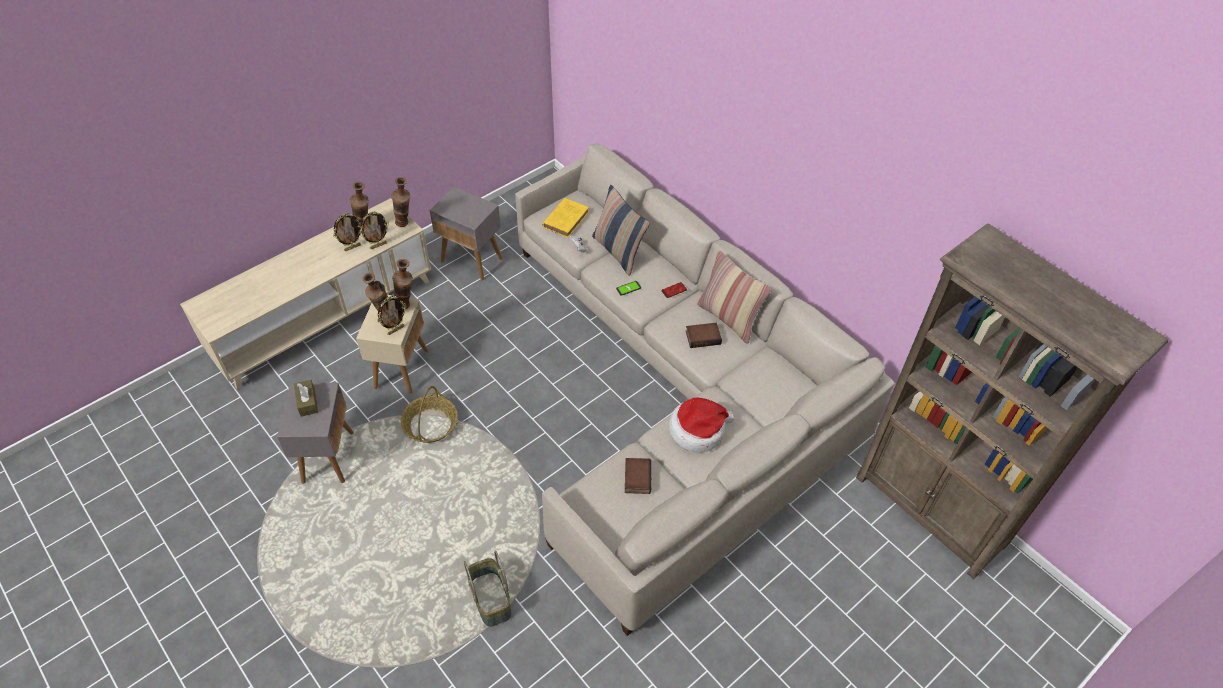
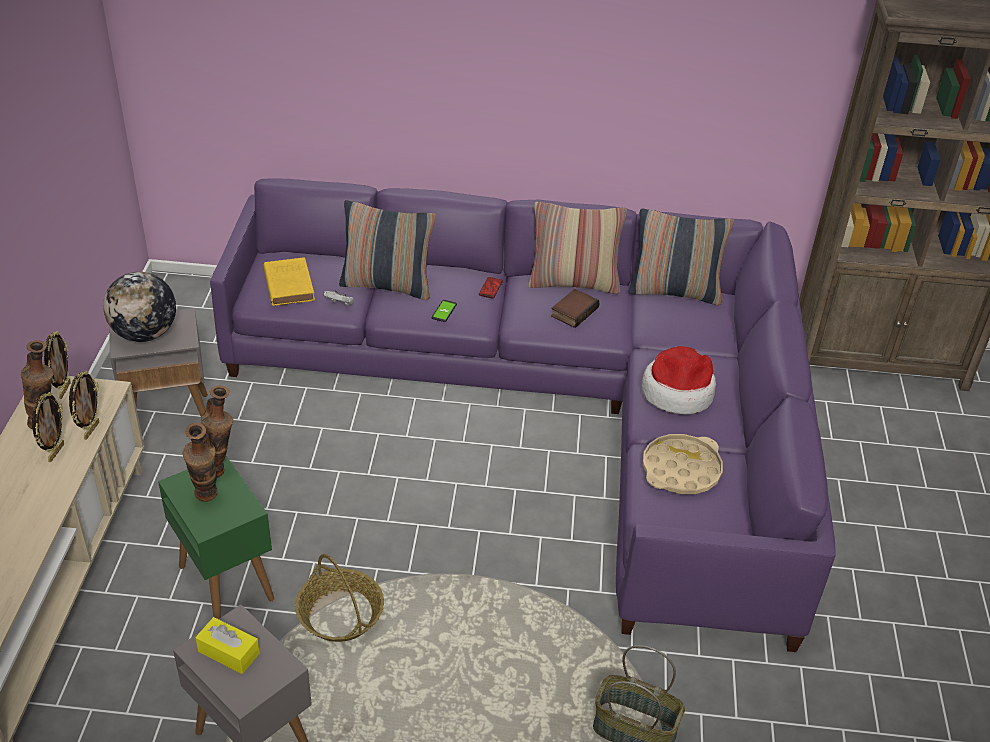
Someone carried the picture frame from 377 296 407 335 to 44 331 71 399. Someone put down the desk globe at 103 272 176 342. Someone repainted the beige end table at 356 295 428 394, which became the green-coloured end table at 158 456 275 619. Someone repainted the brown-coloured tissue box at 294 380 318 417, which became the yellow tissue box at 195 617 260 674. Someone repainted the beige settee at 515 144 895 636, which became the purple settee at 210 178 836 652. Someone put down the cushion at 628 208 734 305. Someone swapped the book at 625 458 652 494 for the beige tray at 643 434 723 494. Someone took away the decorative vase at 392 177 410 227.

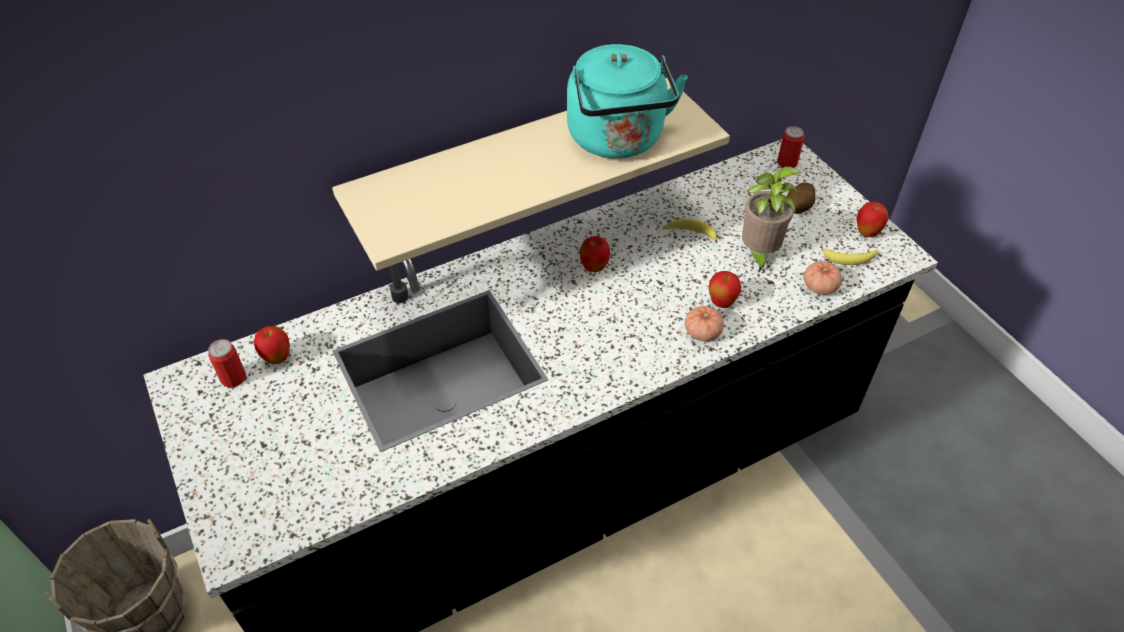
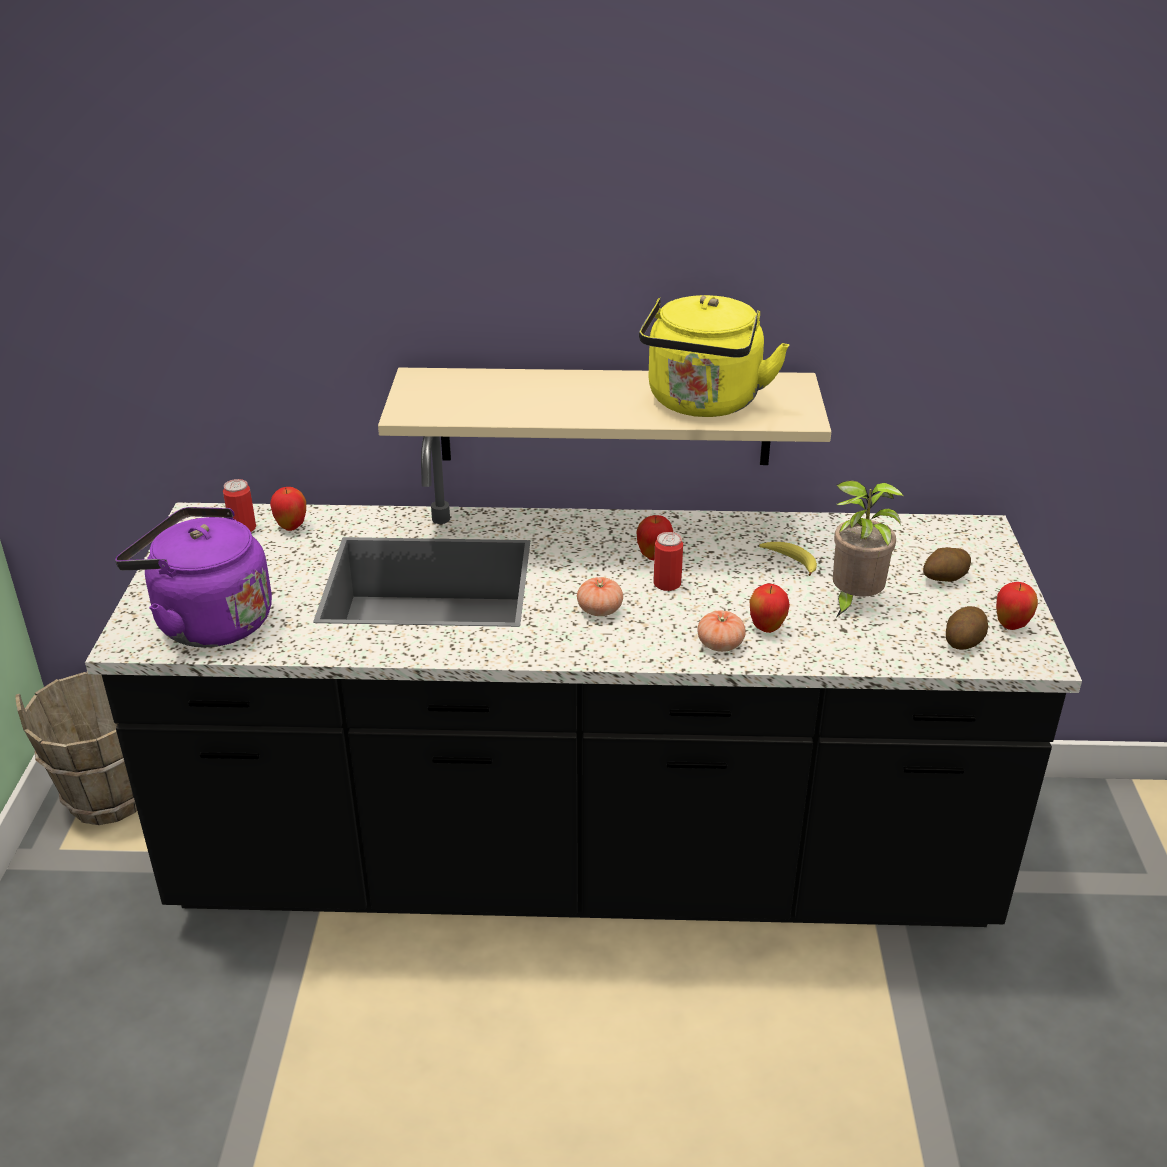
Someone put down the purple water kettle at 115 507 272 647. Someone carried the tomato from 804 261 842 295 to 577 577 623 616. Someone repainted the turquoise water kettle at 567 44 688 158, which became the yellow water kettle at 639 295 790 417. Someone carried the metal can from 777 126 804 168 to 653 532 683 591. Someone swapped the whole banana at 820 246 878 265 for the whole potato at 946 606 988 650.

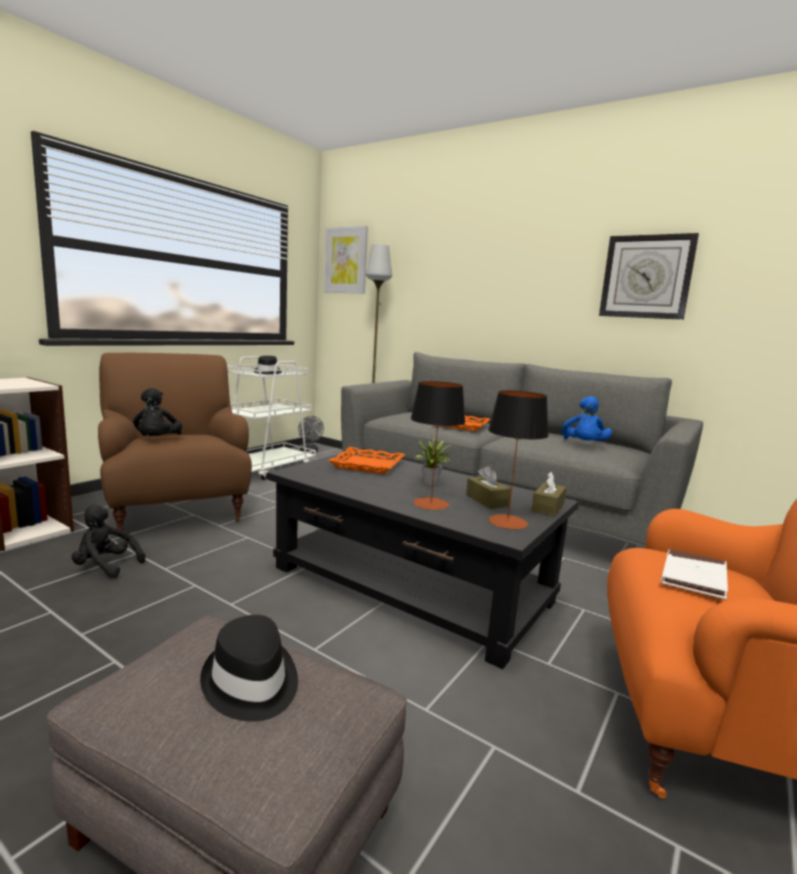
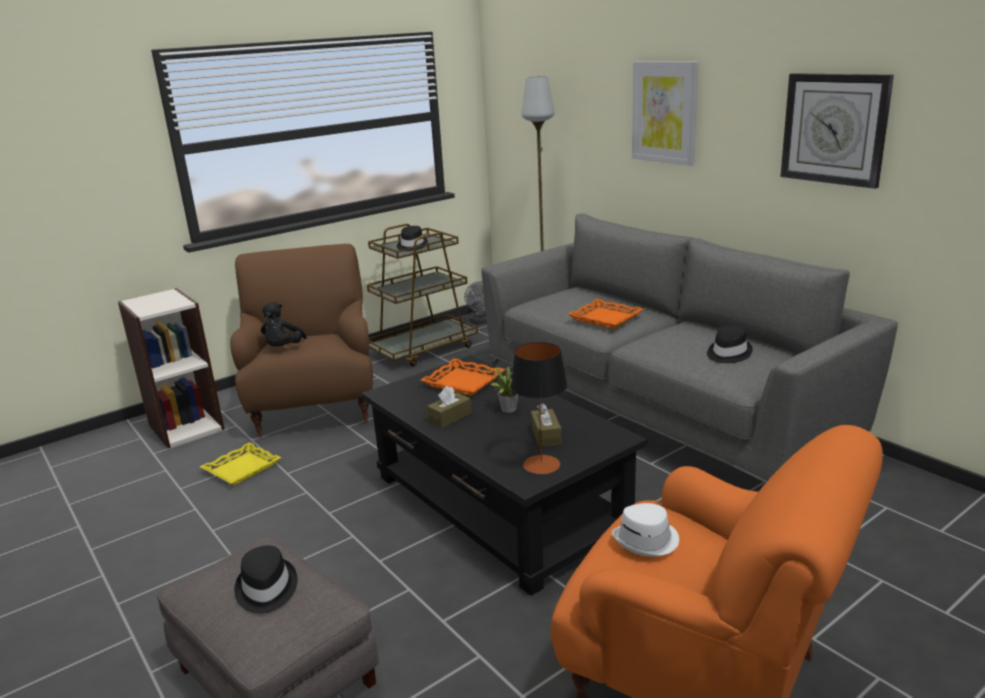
Someone swapped the black-coloured plush toy at 72 505 145 578 for the yellow tray at 200 442 282 485. Someone repainted the white trolley at 227 356 316 480, which became the brown-coloured trolley at 367 224 478 367. Someone carried the brown-coloured tissue box from 531 472 566 516 to 427 386 472 428. Someone swapped the white book at 661 549 728 599 for the white hat at 612 503 679 557. Someone carried the wall picture from 324 226 368 294 to 632 61 698 166. Someone swapped the blue plush toy at 562 396 612 441 for the black-coloured hat at 707 325 753 363. Someone took away the lamp for a table at 411 381 465 510.

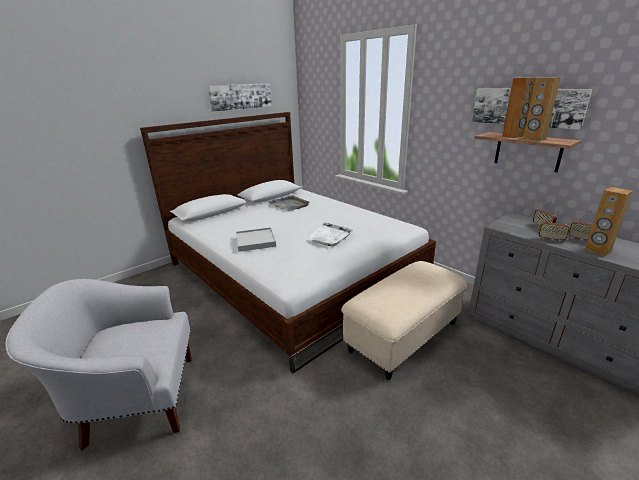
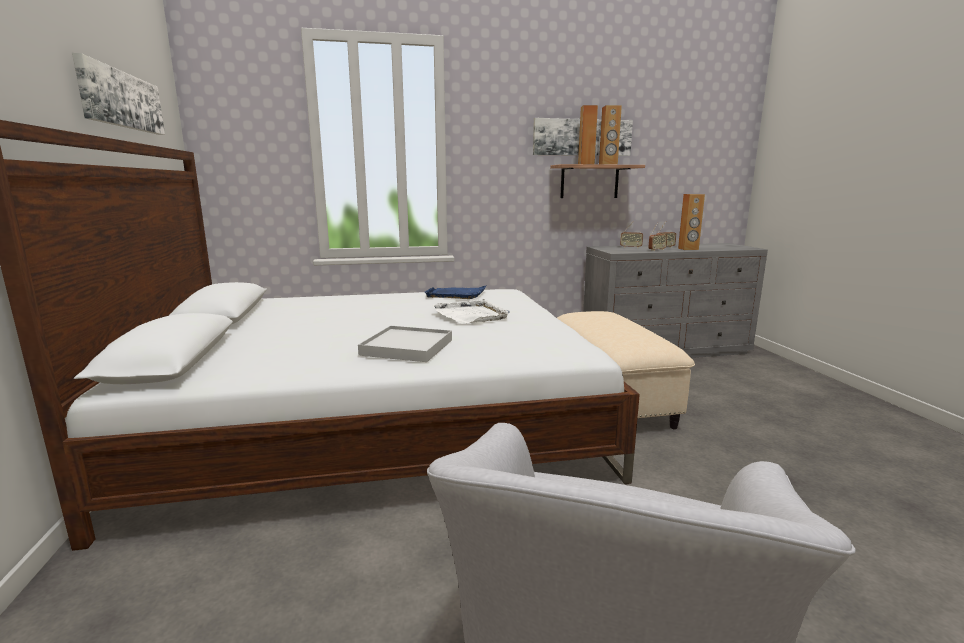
Someone put down the blue tray at 424 285 487 299. Someone took away the greyish tray at 268 195 310 211.

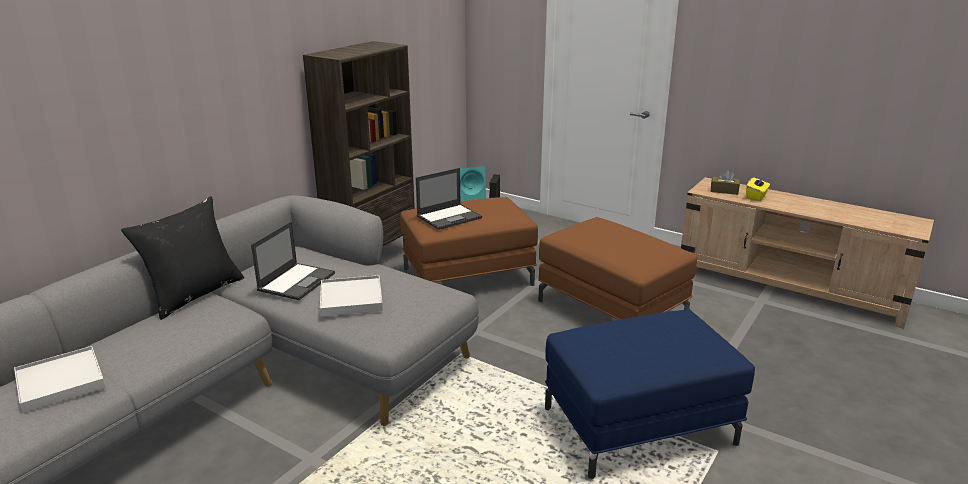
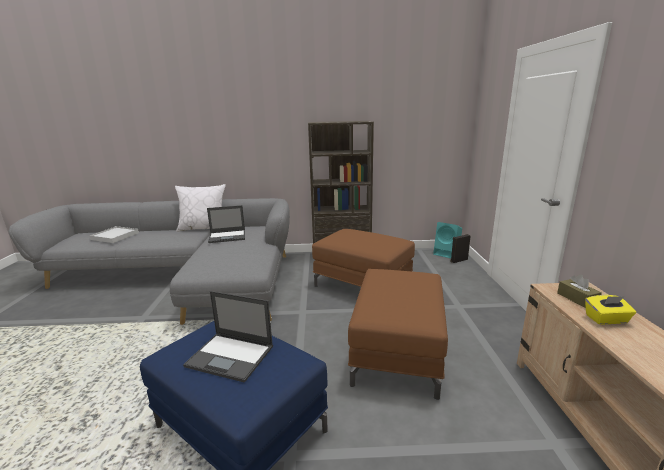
Someone repainted the black-coloured cushion at 121 196 244 320, which became the white cushion at 175 184 226 232. Someone carried the laptop from 416 168 482 230 to 183 291 273 383. Someone took away the white tray at 320 275 383 317.

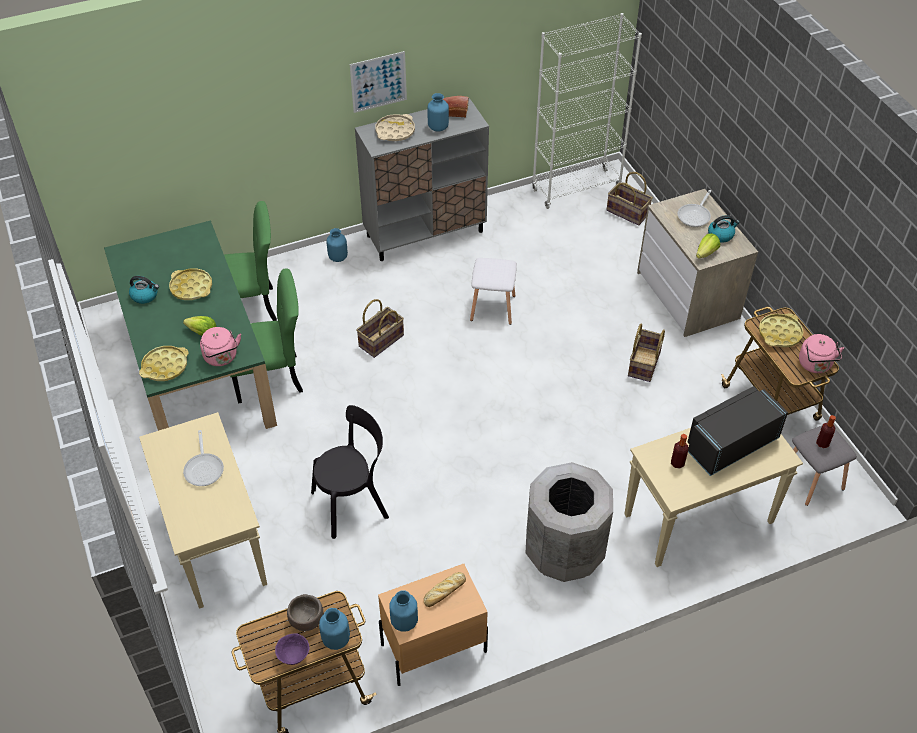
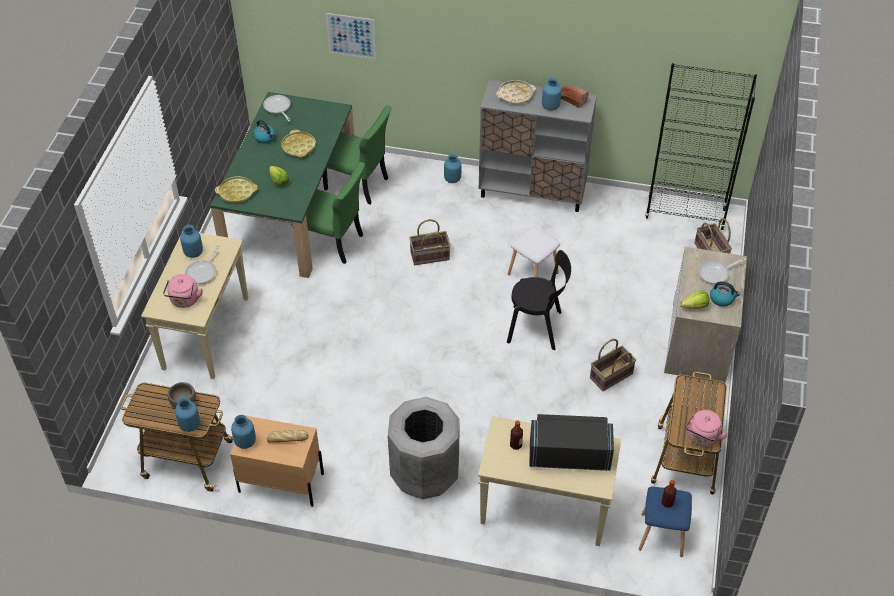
Someone carried the pink water kettle from 200 327 241 366 to 163 274 203 308. Someone put down the blue decorative vase at 180 225 203 258. Someone put down the pan at 263 95 291 121. Someone carried the wall picture from 350 51 407 113 to 326 13 376 59. Someone carried the black-coloured plain chair from 311 405 389 539 to 507 250 571 350. Someone repainted the greyish sitting stool at 792 426 857 506, which became the blue sitting stool at 639 487 692 557. Someone repainted the white bookshelf at 532 13 642 209, which became the black-coloured bookshelf at 645 63 757 230. Someone took away the purple serving bowl at 275 633 310 665. Someone took away the yellow tray at 759 313 803 348.

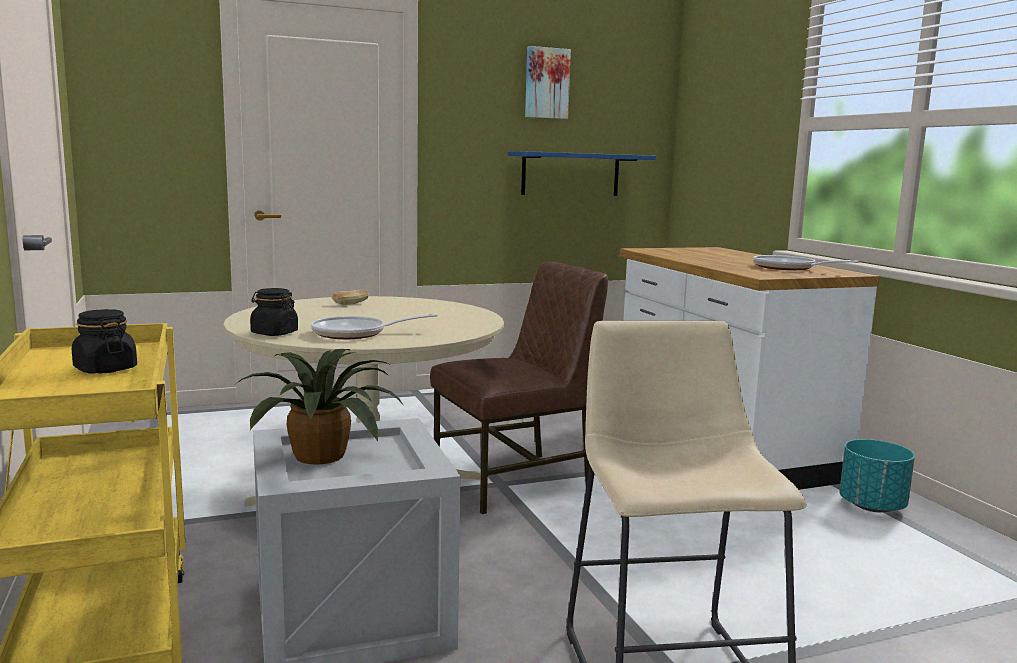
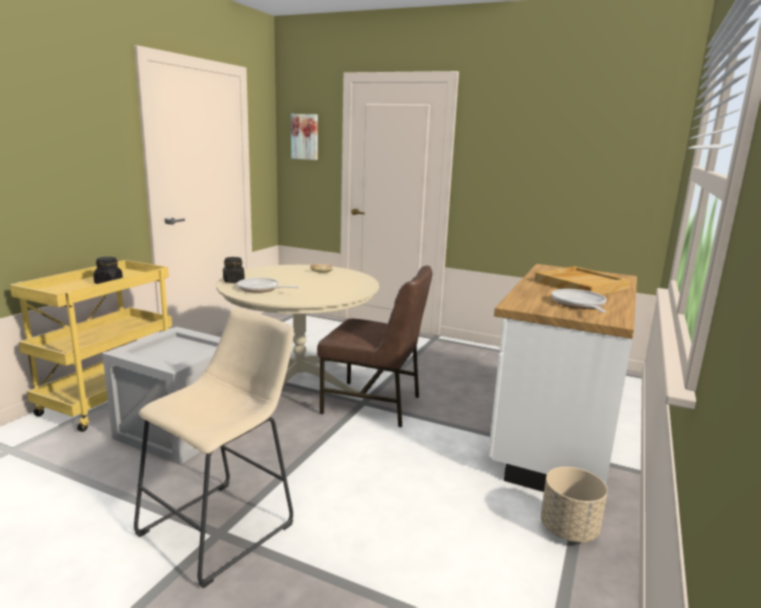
Someone carried the wall picture from 525 46 571 119 to 291 114 318 160. Someone put down the beige tray at 535 266 631 295. Someone repainted the turquoise plant pot at 839 439 915 512, which became the beige plant pot at 541 467 608 542. Someone took away the plant in a pot at 234 349 405 464. Someone took away the blue wall shelf at 508 151 656 196.

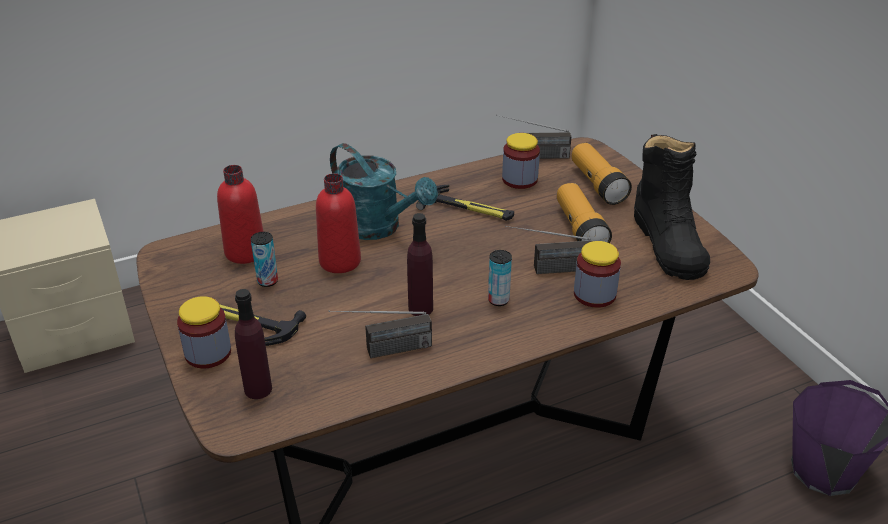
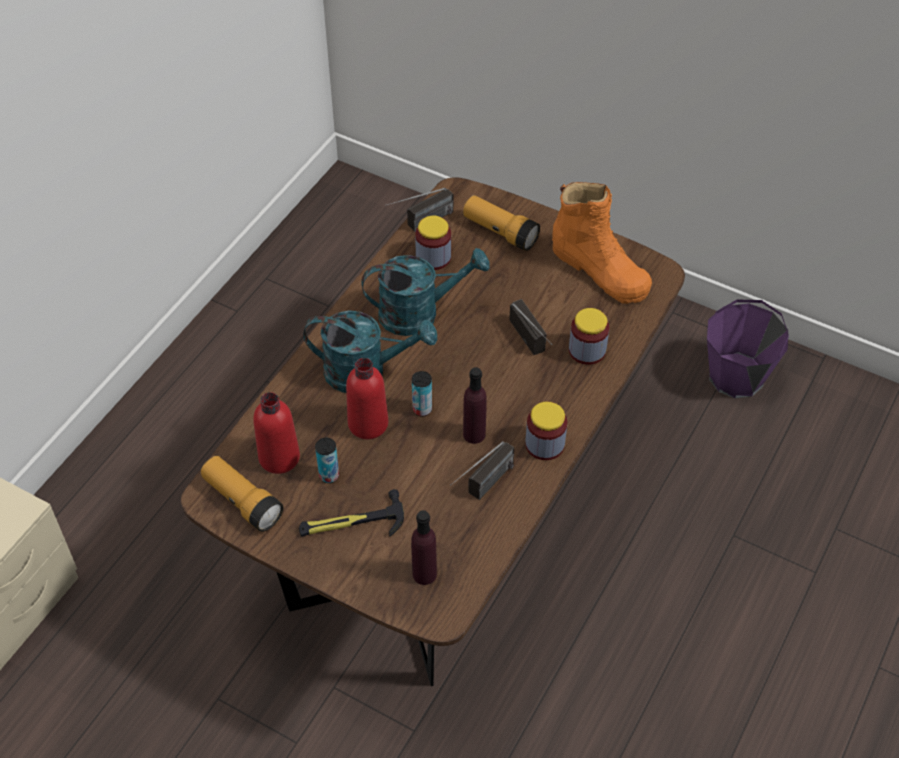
Someone carried the torch from 557 183 612 243 to 201 456 284 532. Someone swapped the hammer at 416 185 514 221 for the turquoise watering can at 361 248 489 336. Someone carried the metal can from 488 250 512 306 to 412 371 432 417. Someone rotated the radio set at 505 226 593 274 by 75 degrees counterclockwise. Someone carried the preserve jar from 177 296 231 368 to 525 402 567 460. Someone repainted the black-coloured boot at 634 134 710 280, which became the orange boot at 552 182 652 304.

